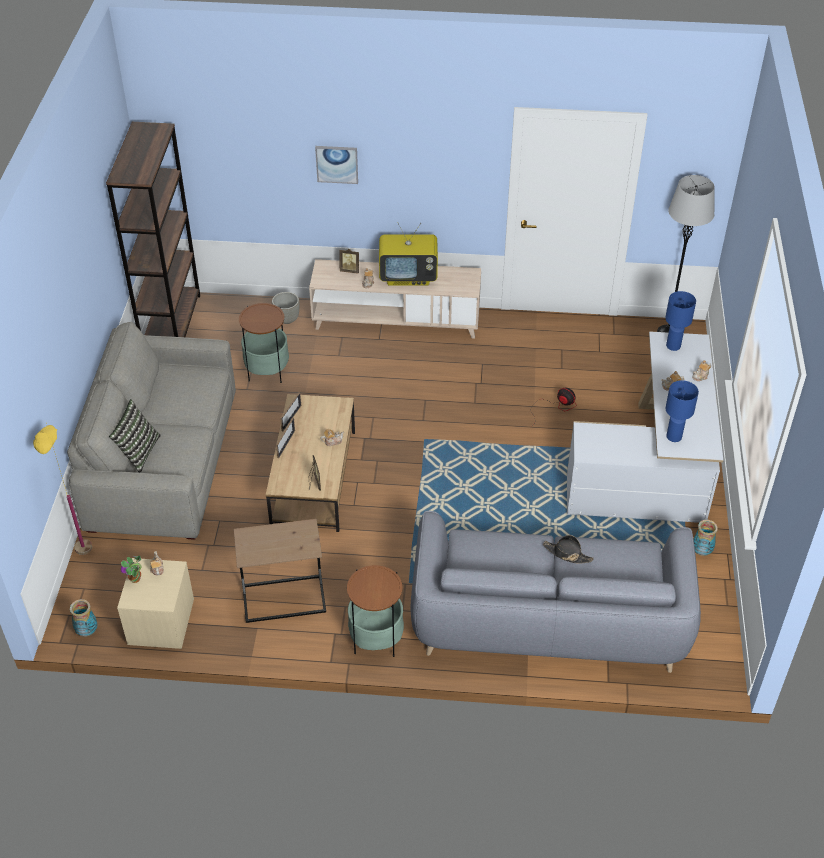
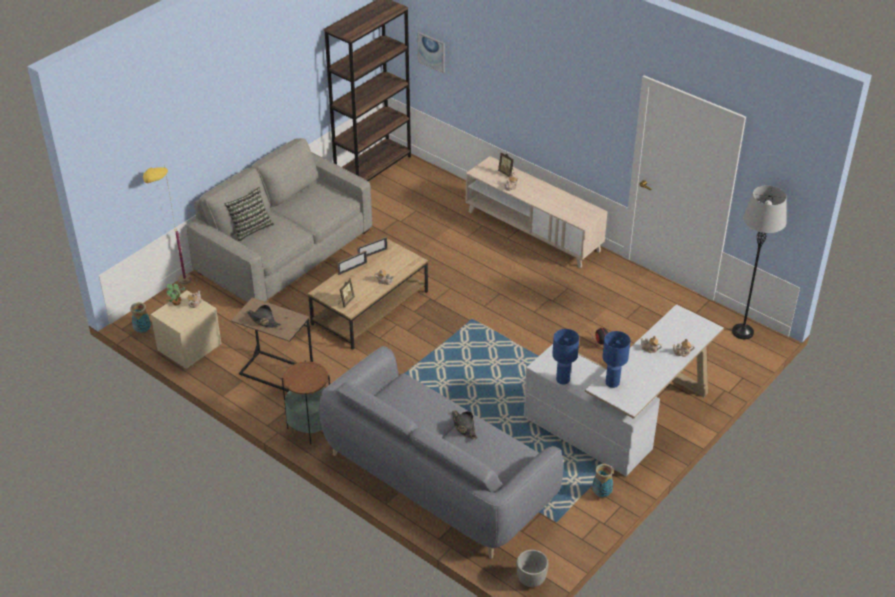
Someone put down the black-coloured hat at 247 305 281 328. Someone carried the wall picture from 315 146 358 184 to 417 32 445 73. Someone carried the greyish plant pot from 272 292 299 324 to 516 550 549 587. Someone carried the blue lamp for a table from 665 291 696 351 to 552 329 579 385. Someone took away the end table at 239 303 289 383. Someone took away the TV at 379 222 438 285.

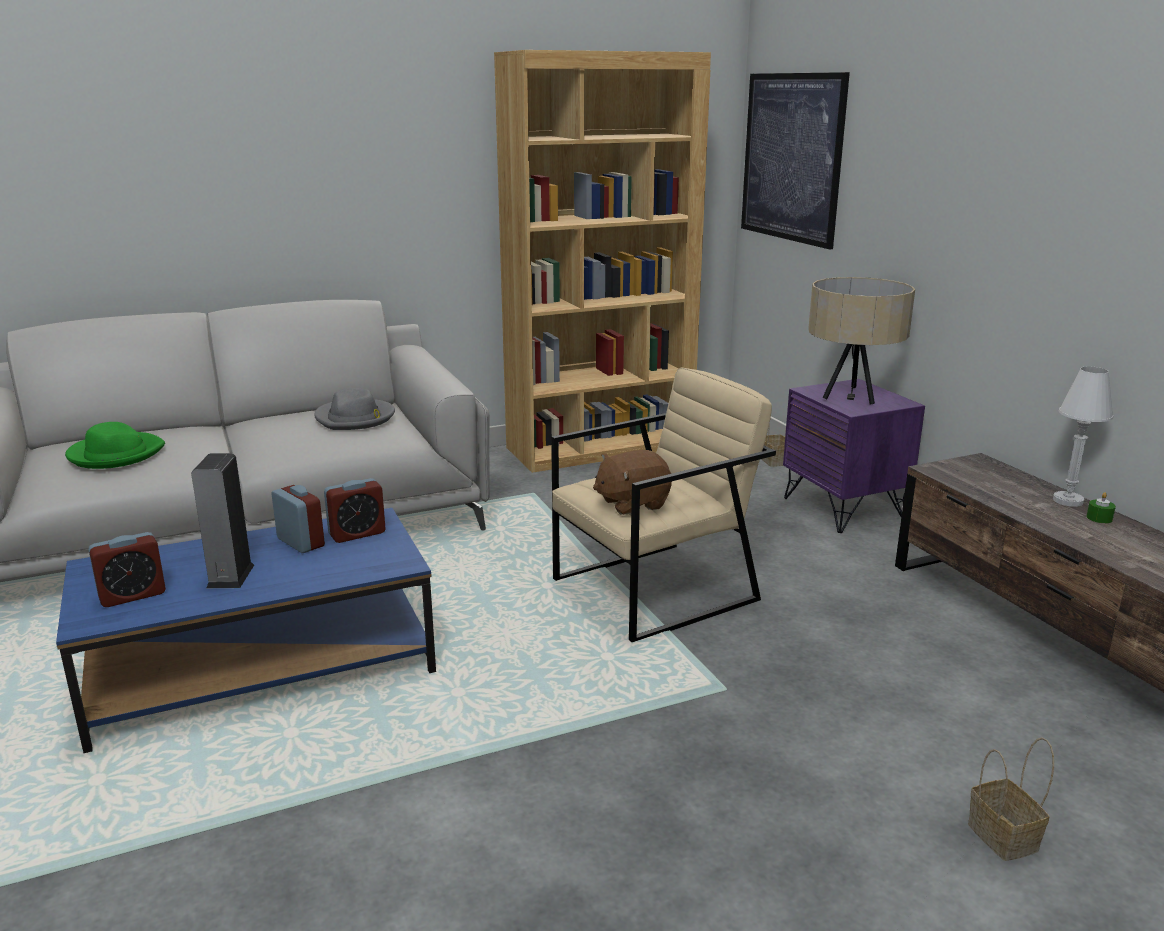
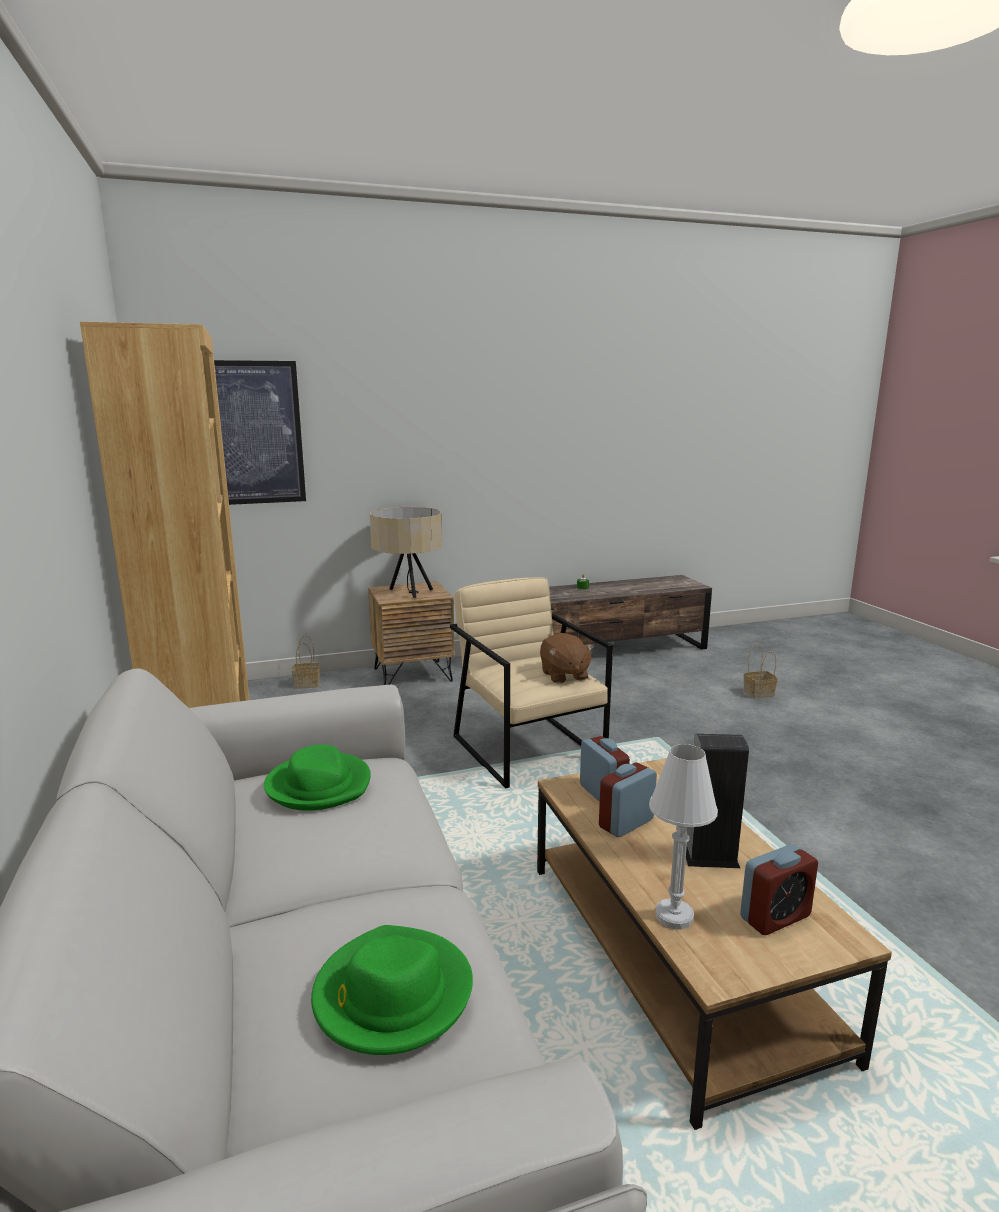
Someone repainted the greyish hat at 314 388 395 430, which became the green-coloured hat at 264 744 371 811. Someone repainted the purple nightstand at 783 379 925 533, which became the brown-coloured nightstand at 368 581 455 685. Someone repainted the blue lounge table at 56 508 436 753, which became the brown-coloured lounge table at 537 758 892 1130. Someone carried the white lamp for a table from 1053 367 1113 507 to 649 744 718 930. Someone rotated the table clock at 88 532 166 607 by 90 degrees clockwise.

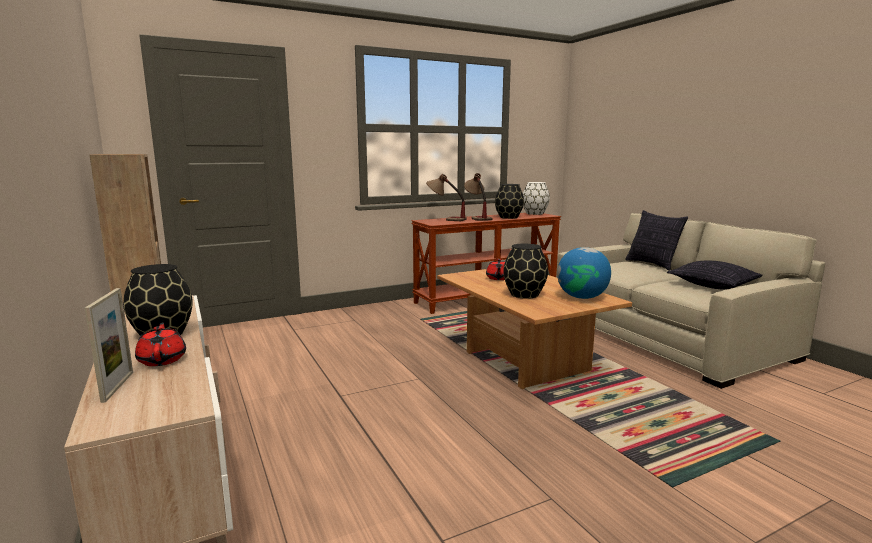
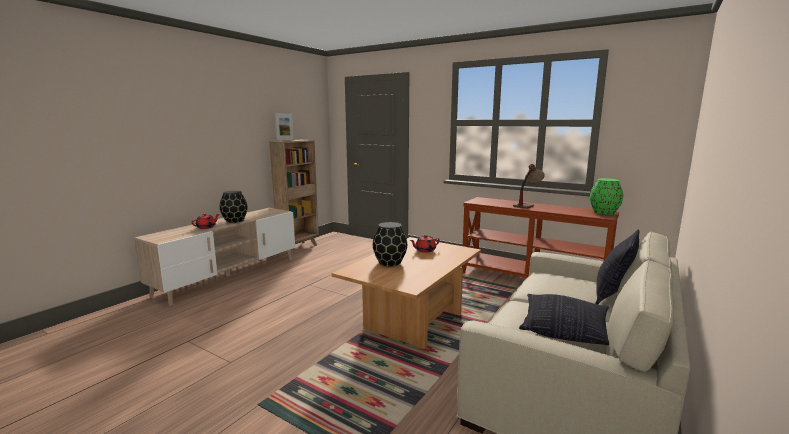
Someone carried the picture frame from 85 288 133 403 to 274 112 295 141. Someone repainted the white decorative vase at 523 182 550 215, which became the green-coloured decorative vase at 590 178 623 215. Someone took away the lamp for a table at 426 174 467 221. Someone took away the black-coloured decorative vase at 495 184 524 219. Someone took away the desk globe at 557 247 611 299.

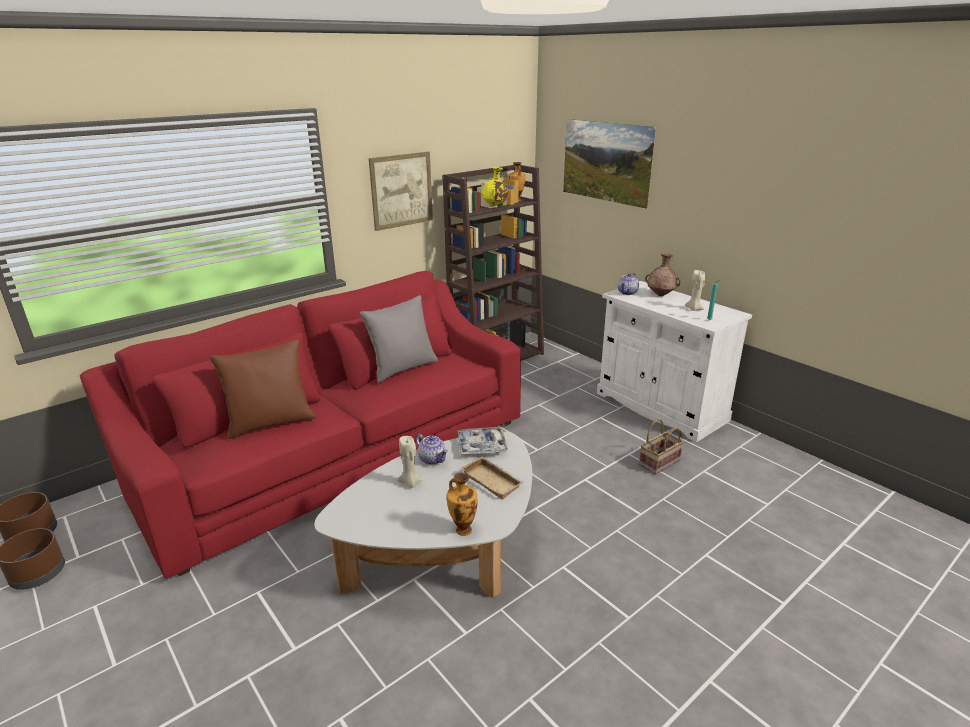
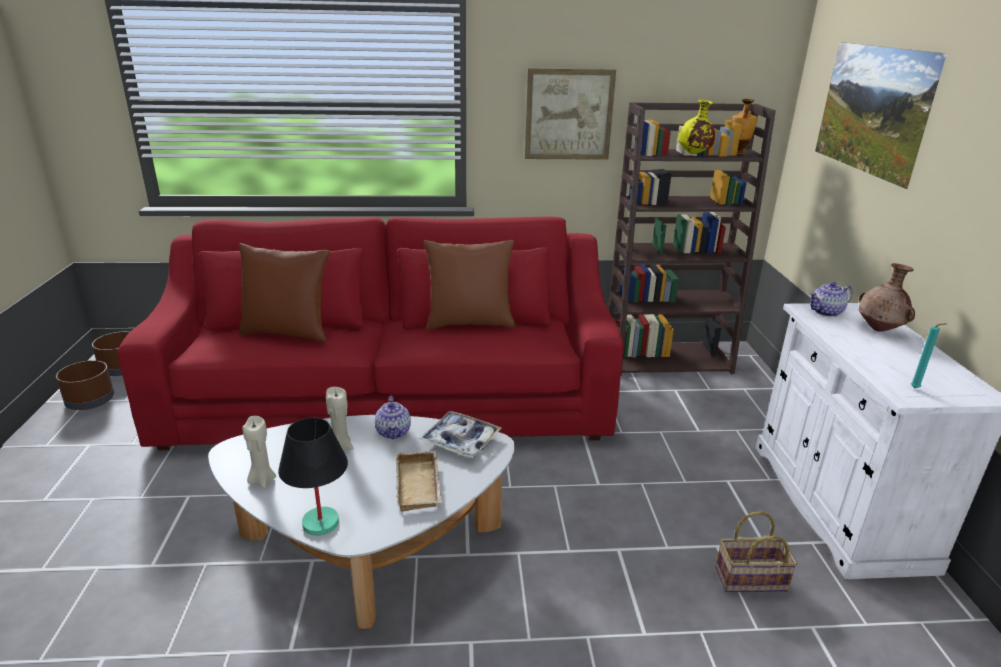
Someone carried the beige wax candle from 685 270 705 311 to 242 416 276 488. Someone swapped the decorative vase at 447 473 478 536 for the black-coloured lamp for a table at 278 418 348 536. Someone repainted the greyish cushion at 360 295 438 383, which became the brown-coloured cushion at 424 240 516 330.

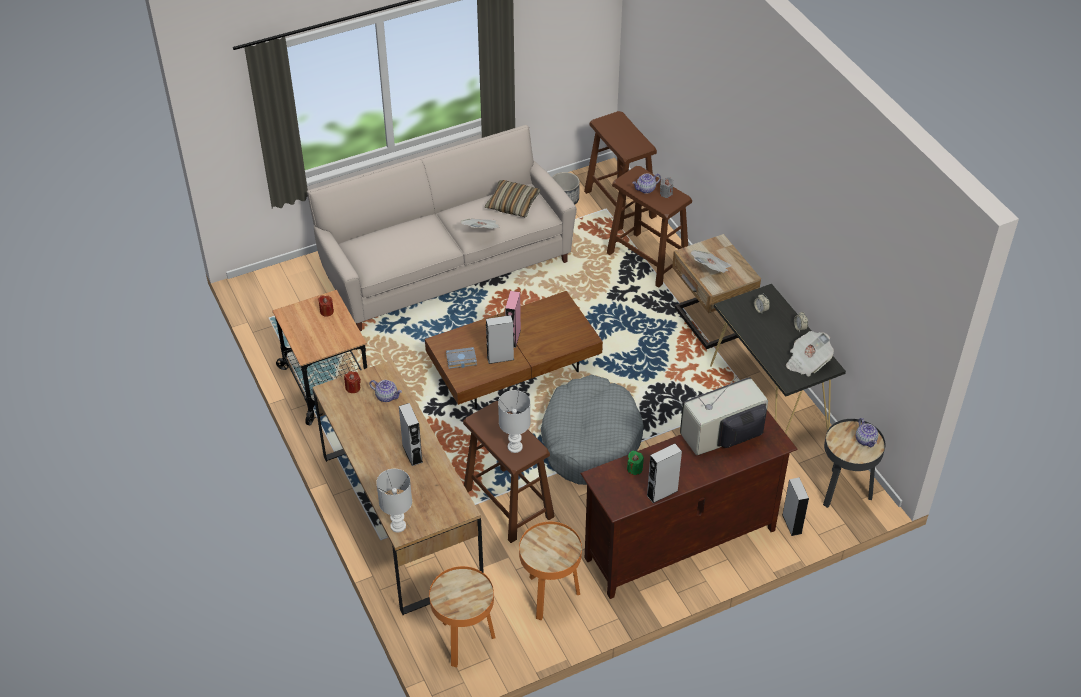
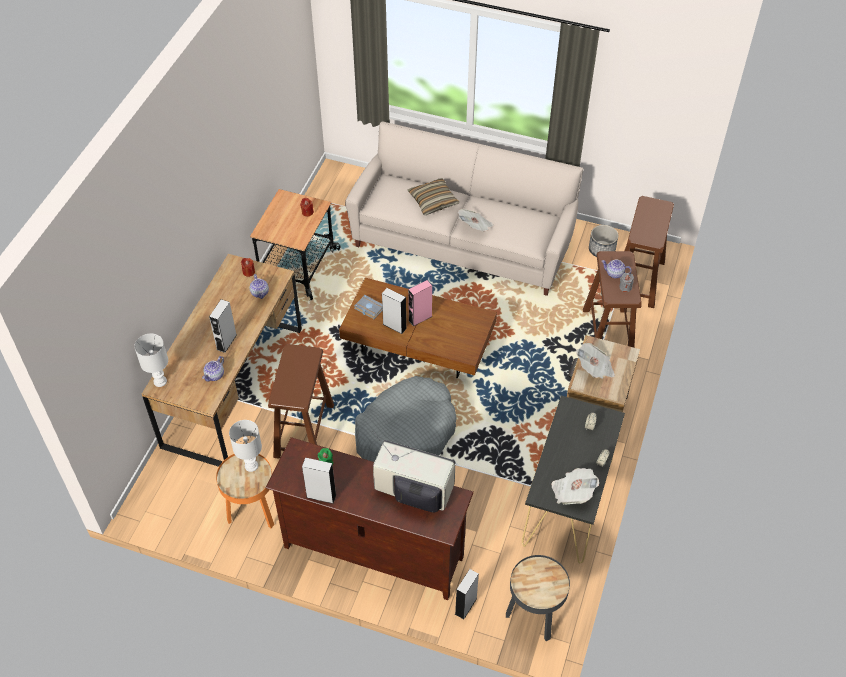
Someone carried the teapot from 856 418 878 447 to 202 356 224 382. Someone carried the white lamp for a table from 498 390 530 453 to 229 420 262 472. Someone carried the cushion from 485 180 540 217 to 407 178 459 215. Someone took away the orange end table at 429 566 496 668.

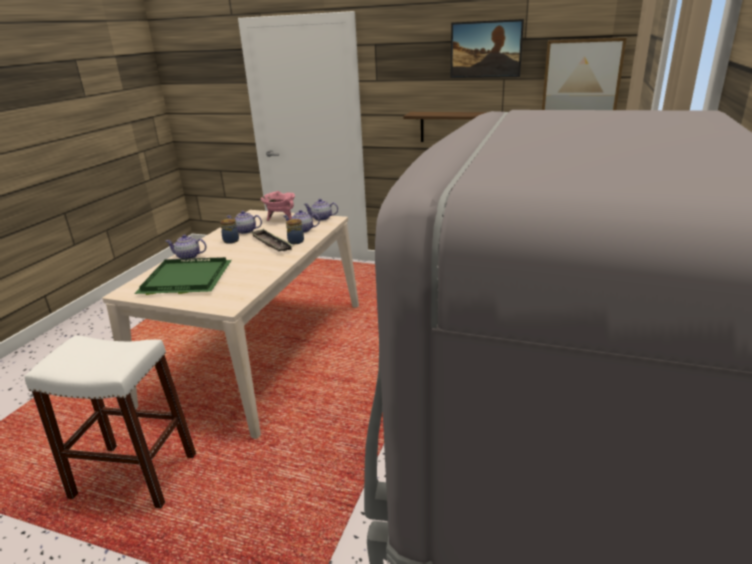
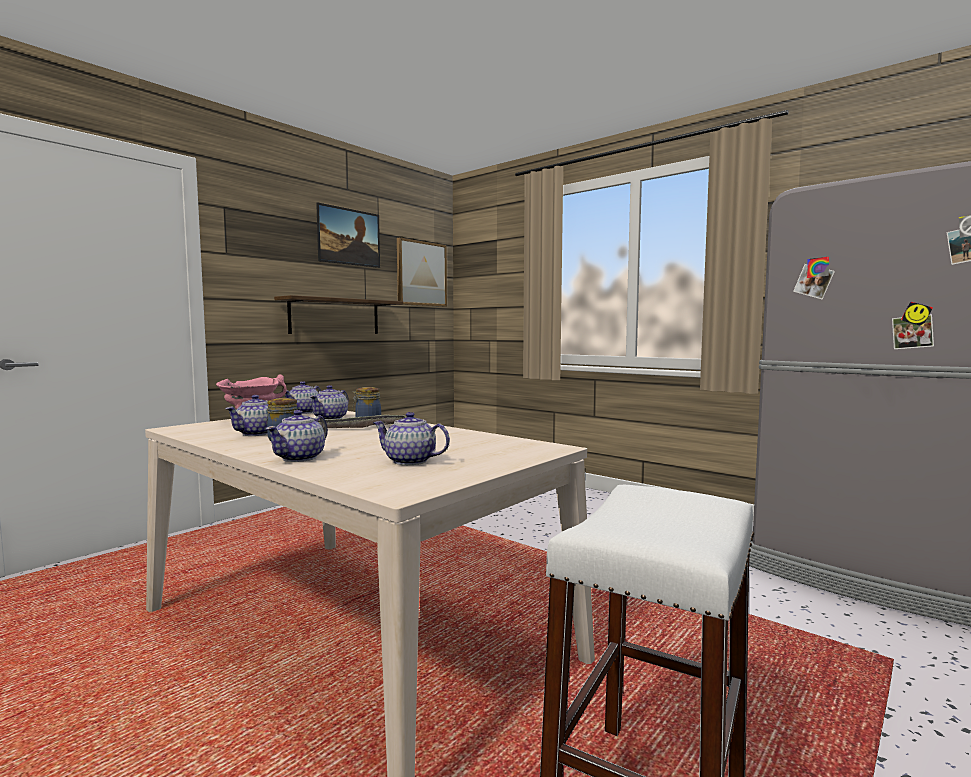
Someone swapped the green-coloured tray at 134 257 232 295 for the teapot at 373 412 450 465.

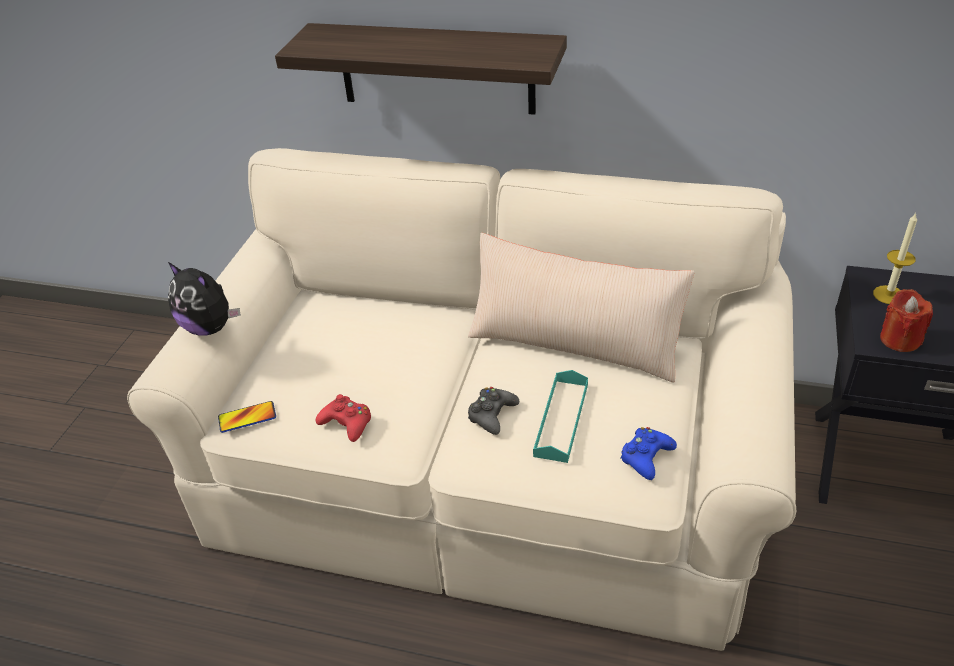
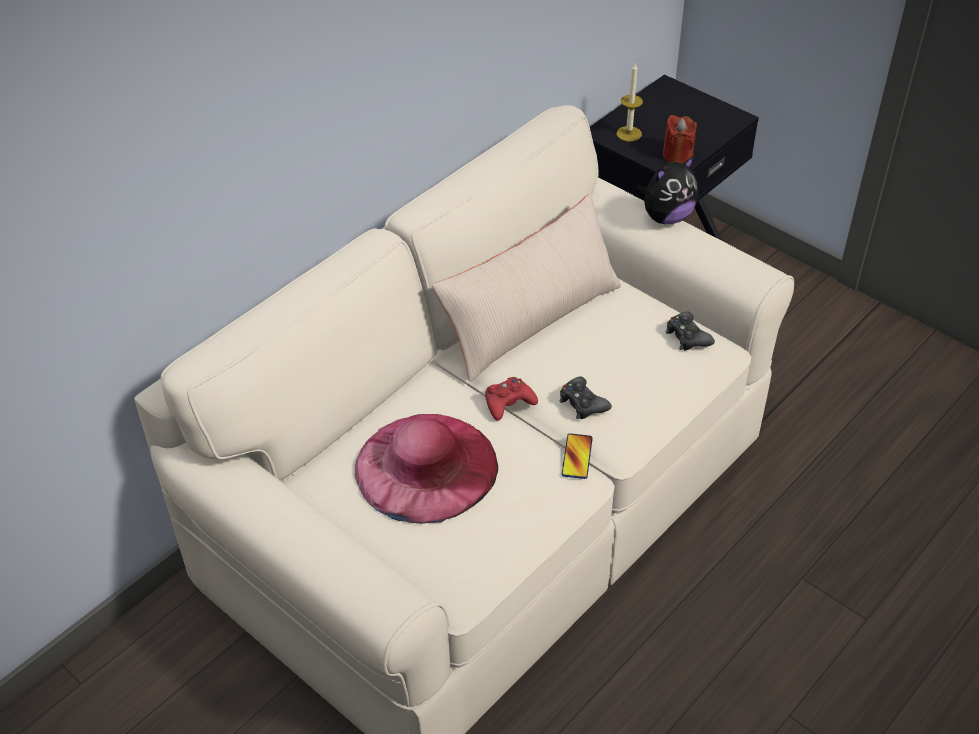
Someone put down the pink hat at 354 414 498 524. Someone carried the red gamepad from 316 394 371 442 to 485 377 538 421. Someone carried the phone from 218 401 276 433 to 562 433 593 479. Someone carried the plush toy from 168 262 241 336 to 636 156 698 224. Someone repainted the blue gamepad at 620 427 677 480, which became the black-coloured gamepad at 666 312 715 350. Someone took away the wall shelf at 275 23 567 115. Someone took away the turquoise tray at 533 370 588 463.

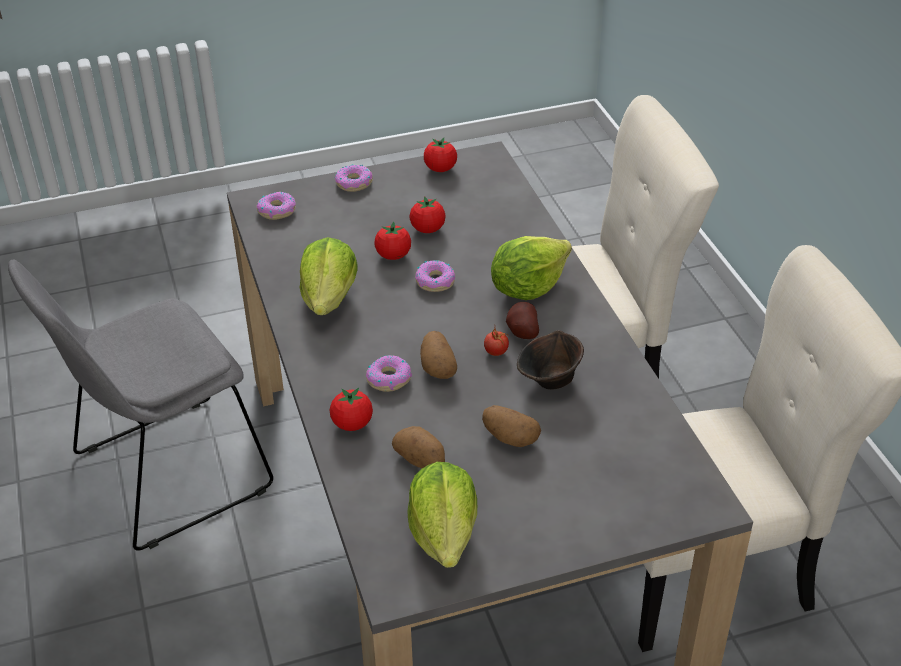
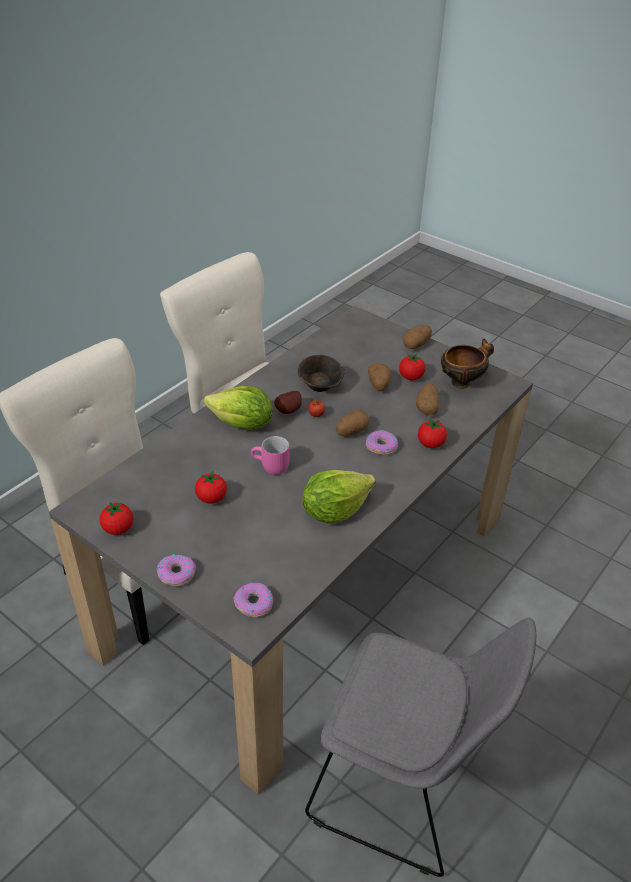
Someone swapped the ring doughnut at 415 260 455 292 for the pink coffee mug at 251 436 289 475. Someone carried the tomato from 374 222 411 260 to 399 354 426 380. Someone put down the whole potato at 403 325 432 349. Someone swapped the head of lettuce at 407 462 477 568 for the serving bowl at 441 339 494 388.

